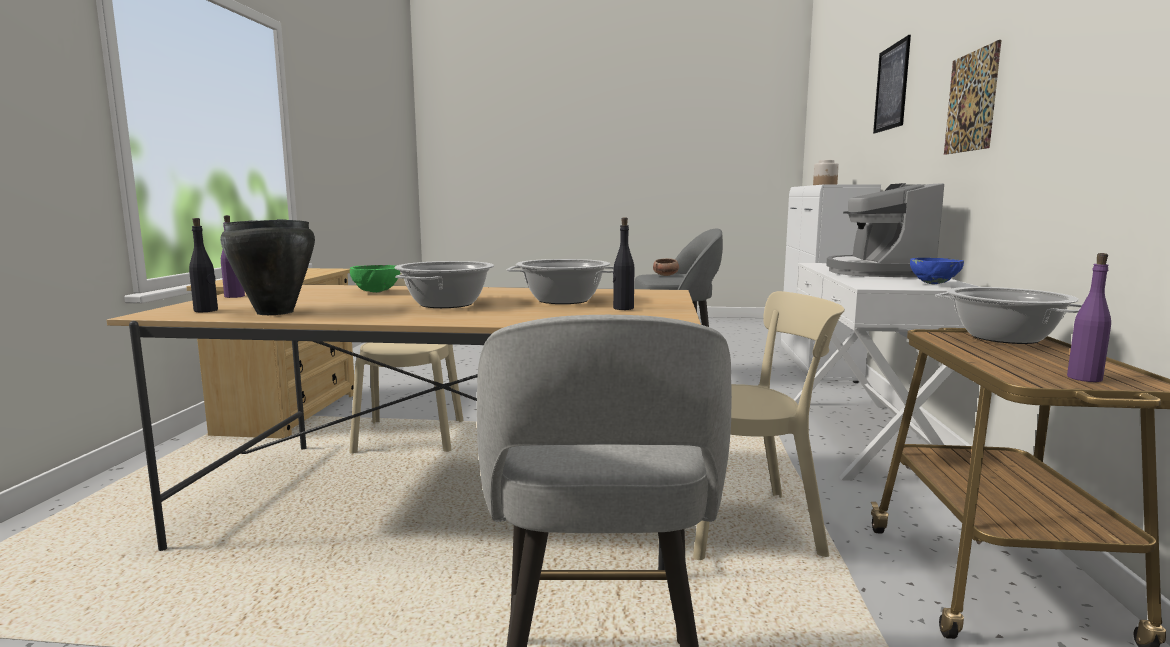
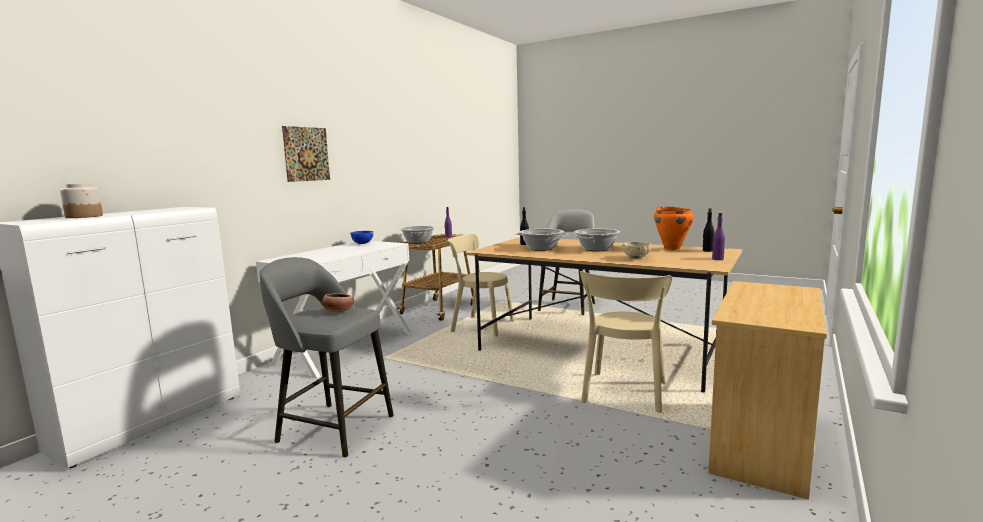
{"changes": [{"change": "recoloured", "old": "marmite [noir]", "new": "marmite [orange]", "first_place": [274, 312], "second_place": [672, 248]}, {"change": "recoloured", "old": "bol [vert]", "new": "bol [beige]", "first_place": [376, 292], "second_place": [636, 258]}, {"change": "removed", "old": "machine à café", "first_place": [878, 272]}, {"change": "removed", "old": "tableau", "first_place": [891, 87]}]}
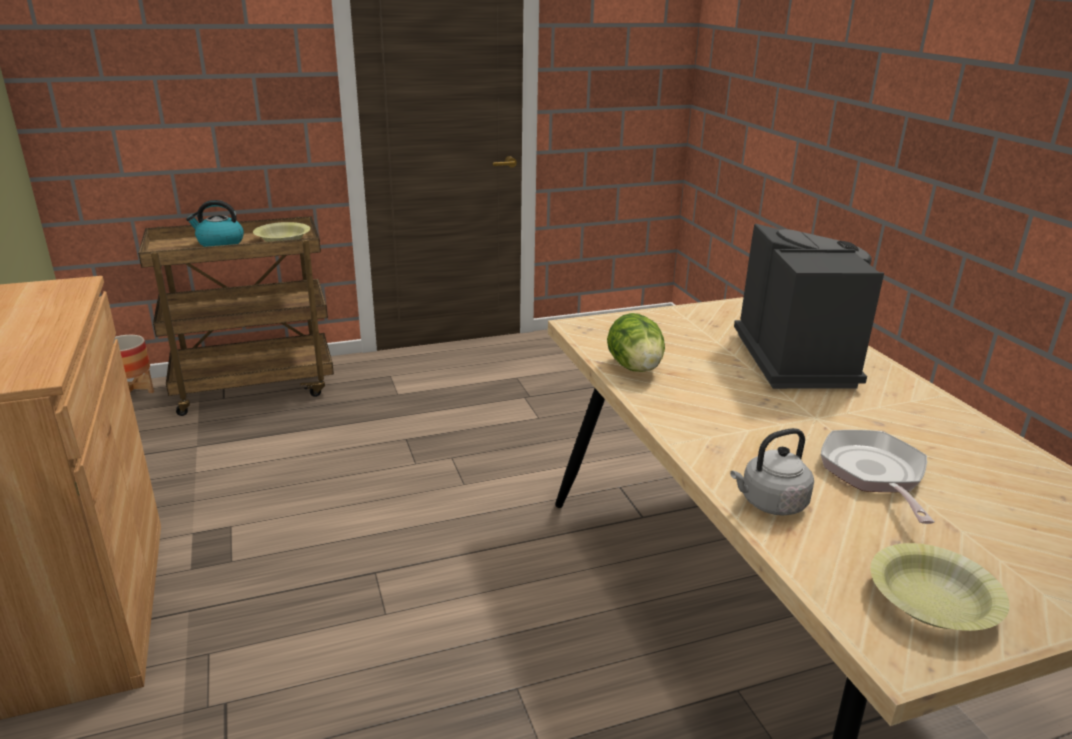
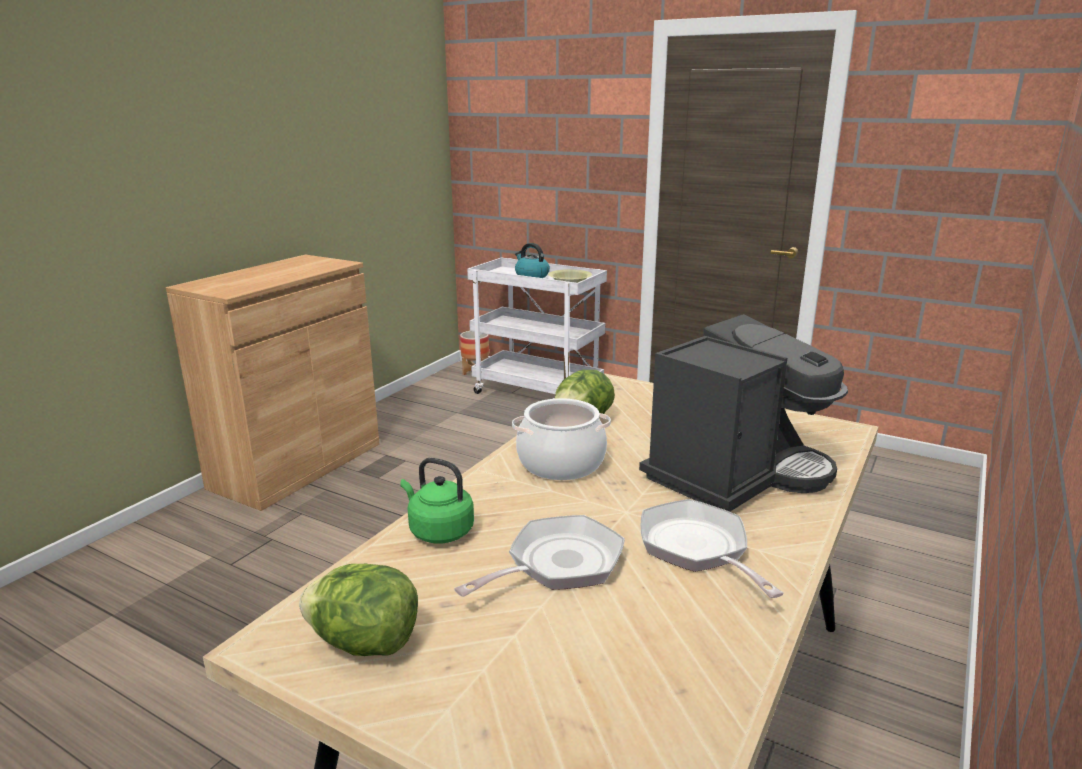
{"changes": [{"change": "recoloured", "old": "chariot [marron]", "new": "chariot [blanc]", "first_place": [256, 386], "second_place": [538, 393]}, {"change": "recoloured", "old": "bouilloire [gris]", "new": "bouilloire [vert]", "first_place": [770, 503], "second_place": [438, 531]}, {"change": "replaced", "old": "bol [jaune]", "new": "laitue", "first_place": [932, 602], "second_place": [365, 643]}, {"change": "added", "new": "marmite", "second_place": [561, 463]}, {"change": "added", "new": "poêle", "second_place": [697, 549]}]}
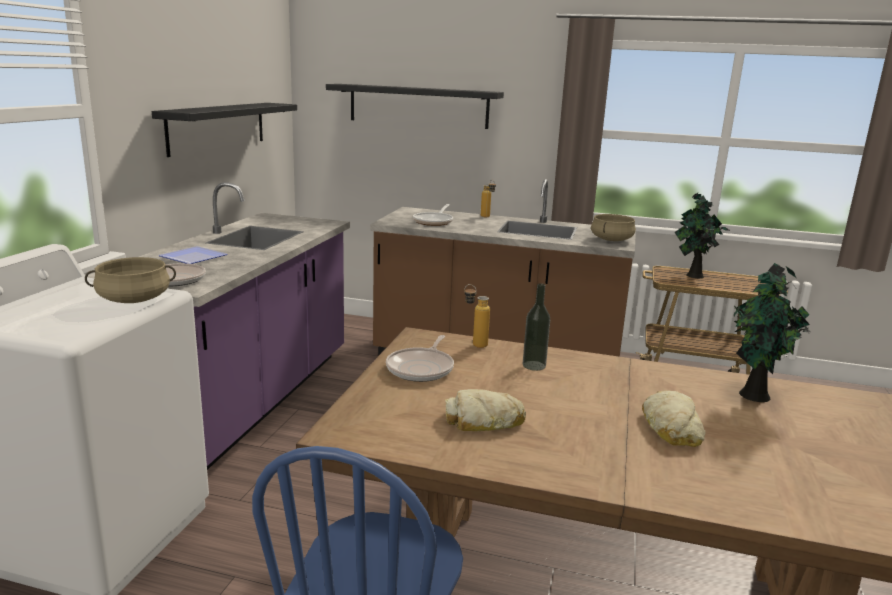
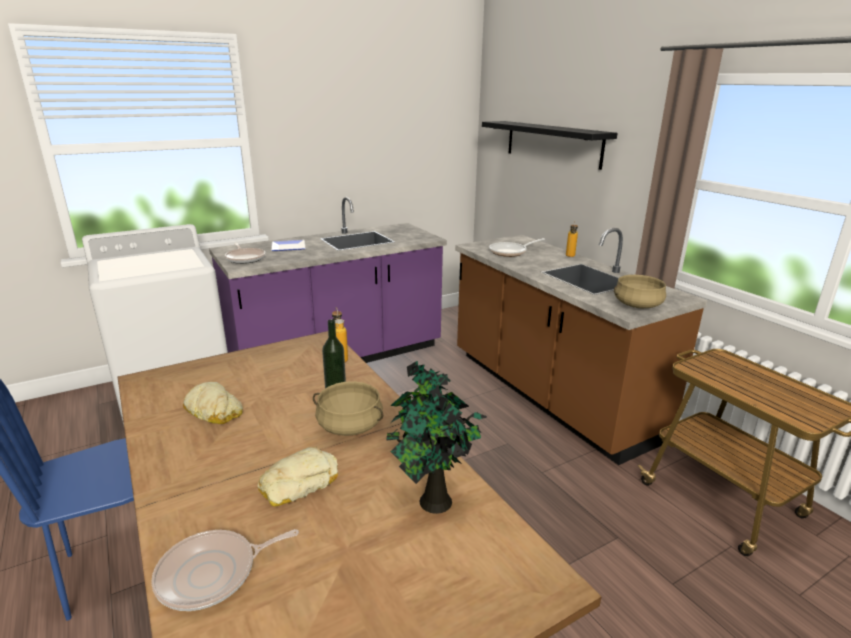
{"changes": [{"change": "moved", "old": "marmite [beige]", "first_place": [134, 300], "second_place": [349, 426]}, {"change": "removed", "old": "étagère [noir]", "first_place": [218, 127]}, {"change": "moved", "old": "poêle", "first_place": [421, 368], "second_place": [212, 574]}, {"change": "removed", "old": "plante en pot", "first_place": [693, 275]}]}
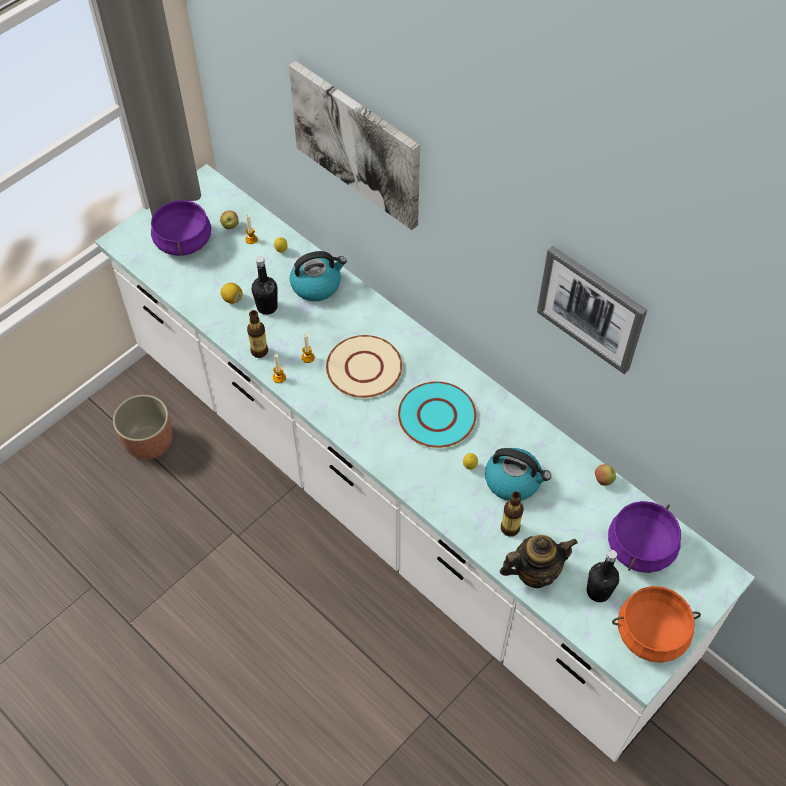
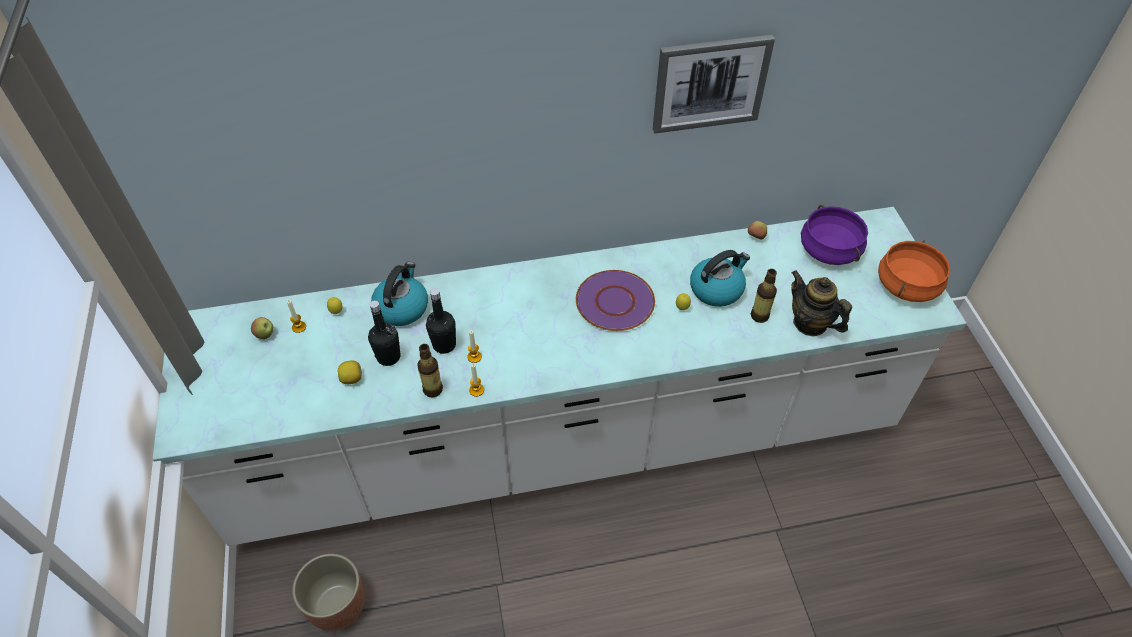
{"changes": [{"change": "removed", "old": "marmite [violet]", "first_place": [183, 241]}, {"change": "removed", "old": "tableau", "first_place": [357, 143]}, {"change": "removed", "old": "assiette [beige]", "first_place": [364, 367]}, {"change": "recoloured", "old": "assiette [turquoise]", "new": "assiette [violet]", "first_place": [436, 415], "second_place": [614, 302]}, {"change": "turned", "old": "théière", "first_place": [534, 572], "second_place": [810, 323], "degrees": -60}, {"change": "moved", "old": "bouteille [noir]", "first_place": [598, 591], "second_place": [444, 345]}]}
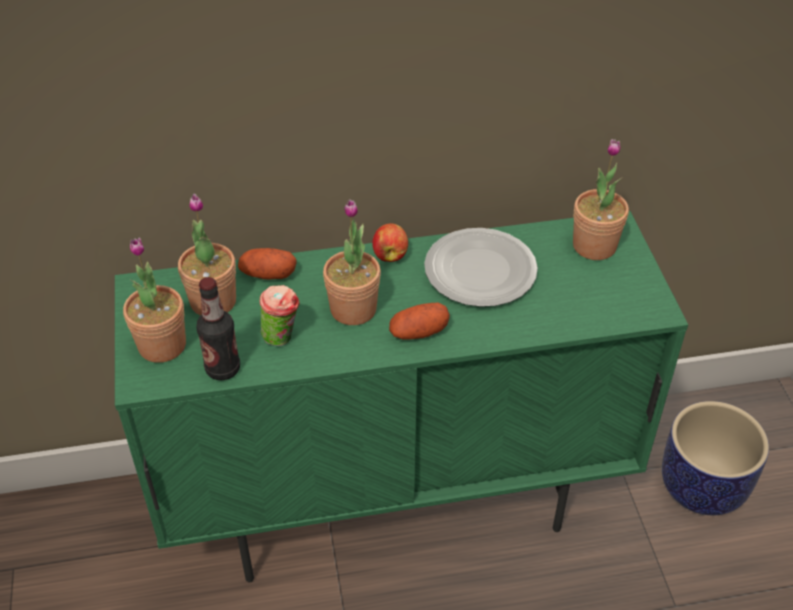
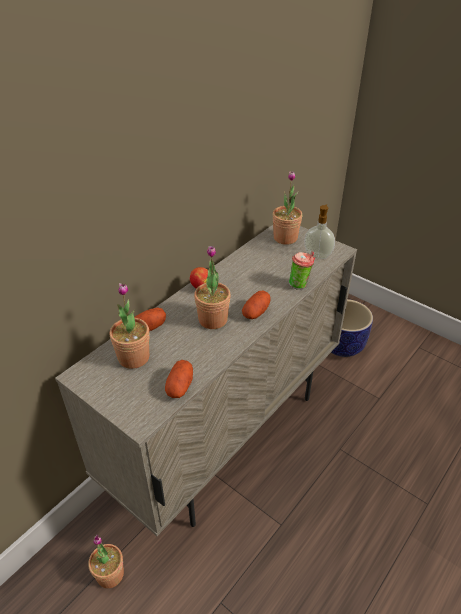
{"changes": [{"change": "recoloured", "old": "meuble de rangement [vert]", "new": "meuble de rangement [beige]", "first_place": [396, 502], "second_place": [227, 435]}, {"change": "moved", "old": "plante en pot", "first_place": [162, 345], "second_place": [110, 574]}, {"change": "replaced", "old": "bouteille", "new": "pomme de terre", "first_place": [223, 369], "second_place": [180, 386]}, {"change": "moved", "old": "tasse", "first_place": [282, 337], "second_place": [300, 284]}, {"change": "removed", "old": "assiette", "first_place": [478, 271]}, {"change": "added", "new": "distributeur de savon", "second_place": [318, 255]}]}
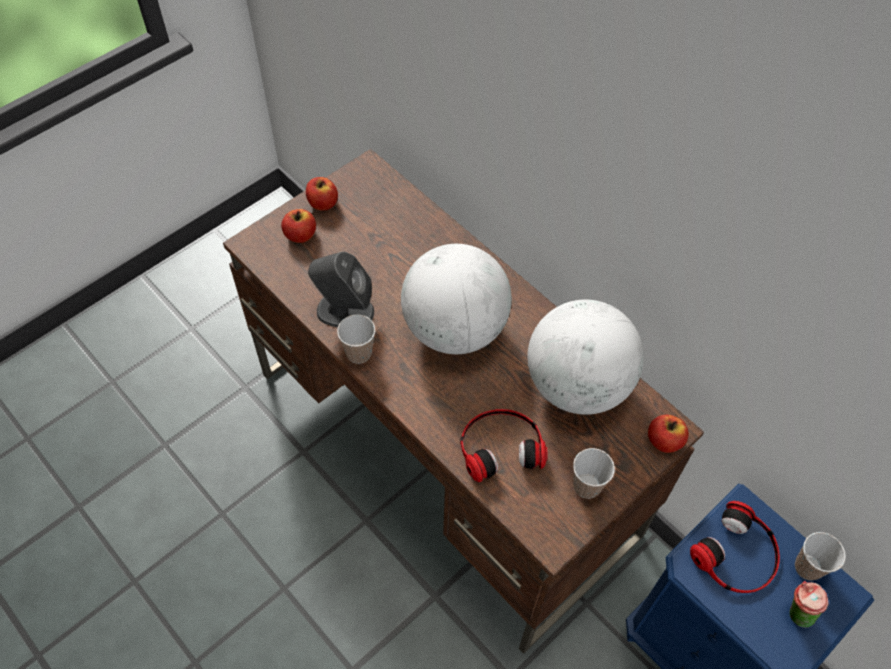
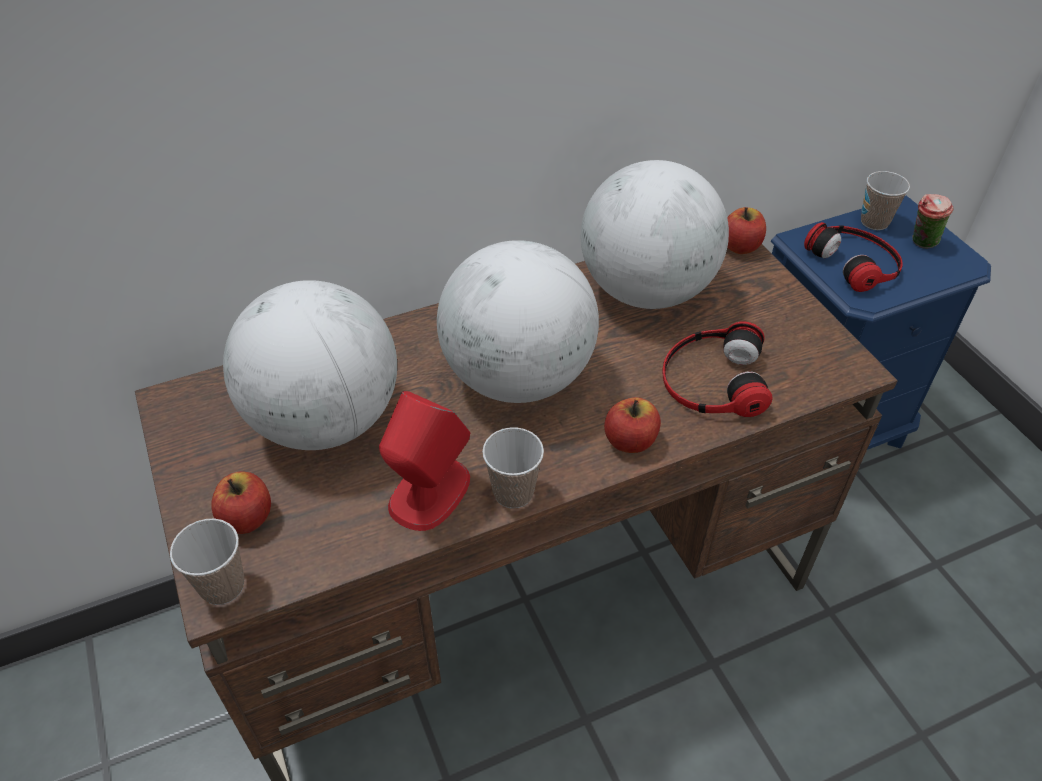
{"changes": [{"change": "moved", "old": "pomme", "first_place": [322, 203], "second_place": [630, 441]}, {"change": "recoloured", "old": "enceinte [gris]", "new": "enceinte [rouge]", "first_place": [344, 311], "second_place": [429, 493]}, {"change": "moved", "old": "tasse", "first_place": [587, 486], "second_place": [222, 586]}, {"change": "added", "new": "globe", "second_place": [325, 420]}]}
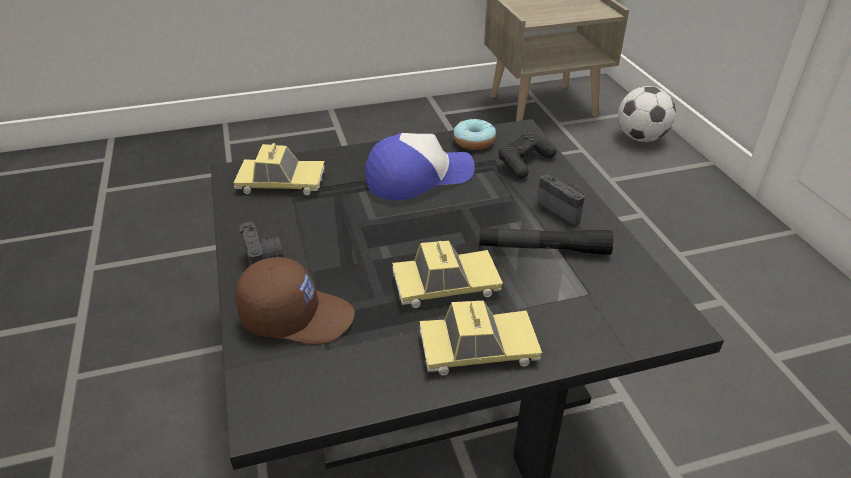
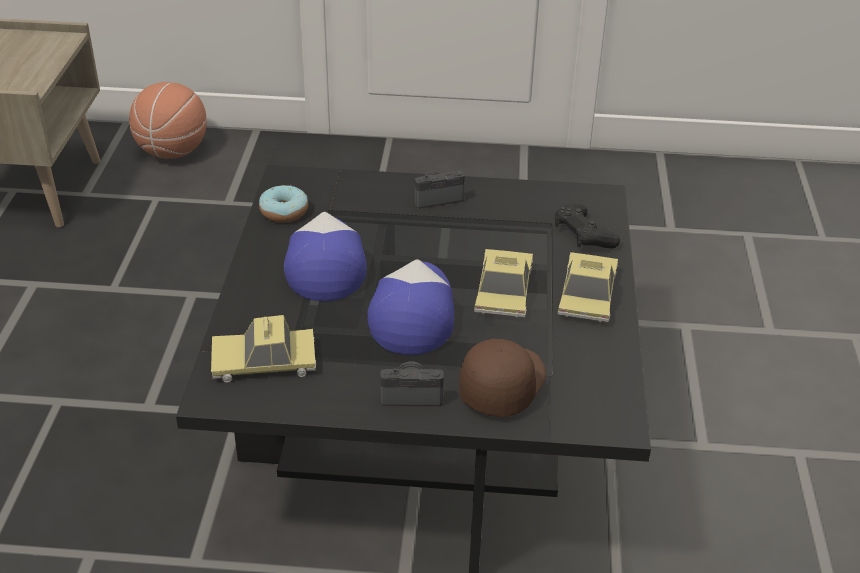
{"changes": [{"change": "turned", "old": "petite voiture", "first_place": [281, 182], "second_place": [264, 361], "degrees": -120}, {"change": "removed", "old": "lampe de poche [noir]", "first_place": [543, 249]}, {"change": "moved", "old": "manette [noir]", "first_place": [524, 162], "second_place": [583, 235]}, {"change": "replaced", "old": "ballon de foot", "new": "ballon de basket", "first_place": [641, 138], "second_place": [173, 152]}, {"change": "added", "new": "casquette", "second_place": [413, 313]}]}
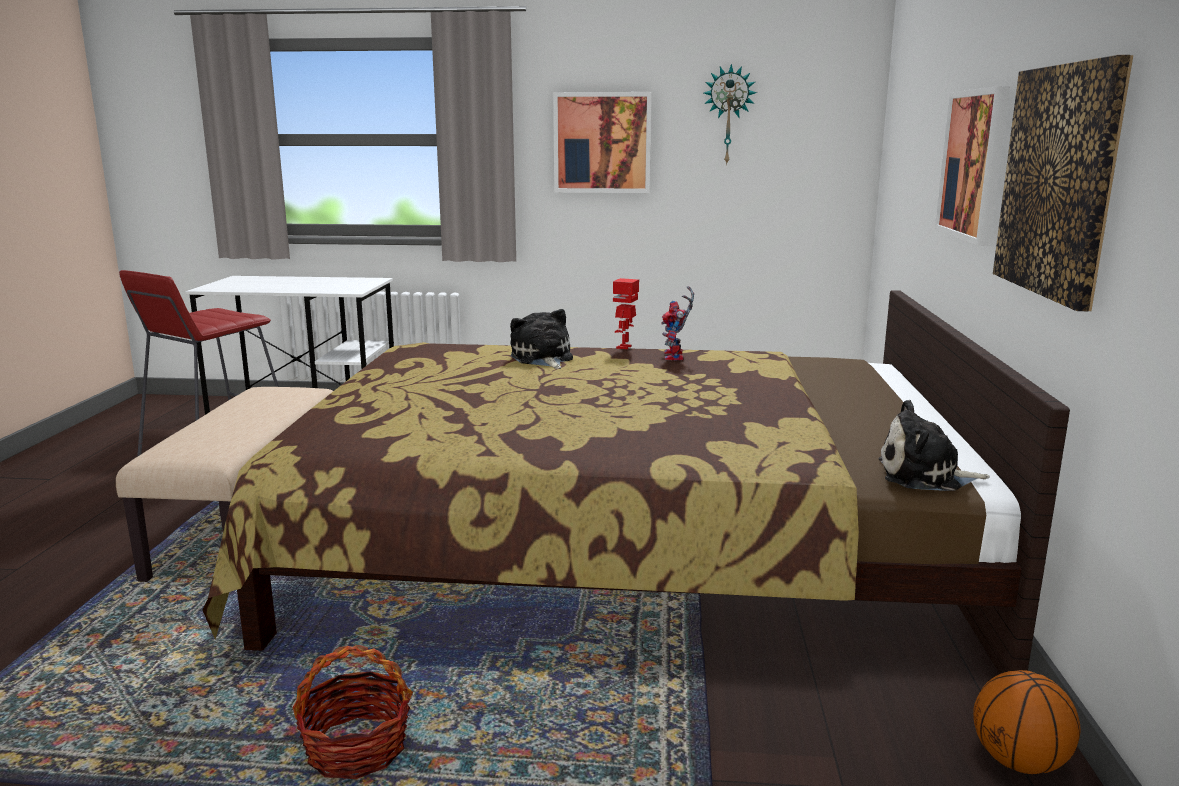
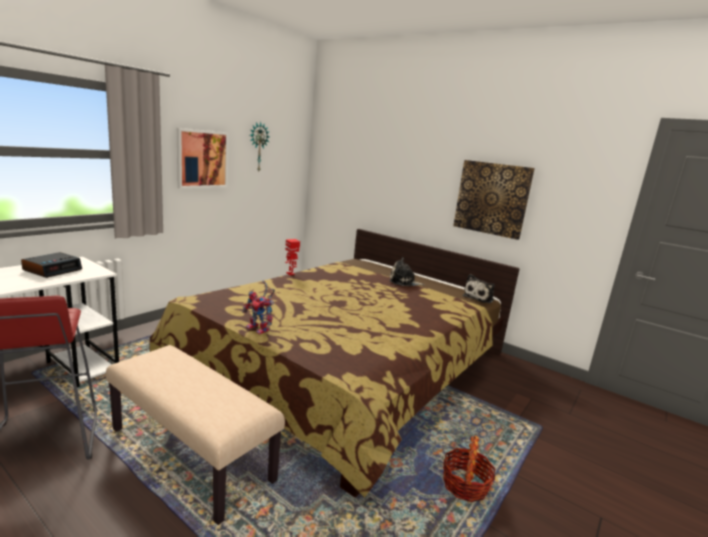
{"changes": [{"change": "moved", "old": "peluche", "first_place": [542, 358], "second_place": [404, 282]}, {"change": "moved", "old": "robot jouet", "first_place": [676, 357], "second_place": [260, 329]}, {"change": "removed", "old": "tableau", "first_place": [974, 165]}, {"change": "removed", "old": "ballon de basket", "first_place": [1019, 762]}, {"change": "added", "new": "réveil", "second_place": [53, 270]}]}
